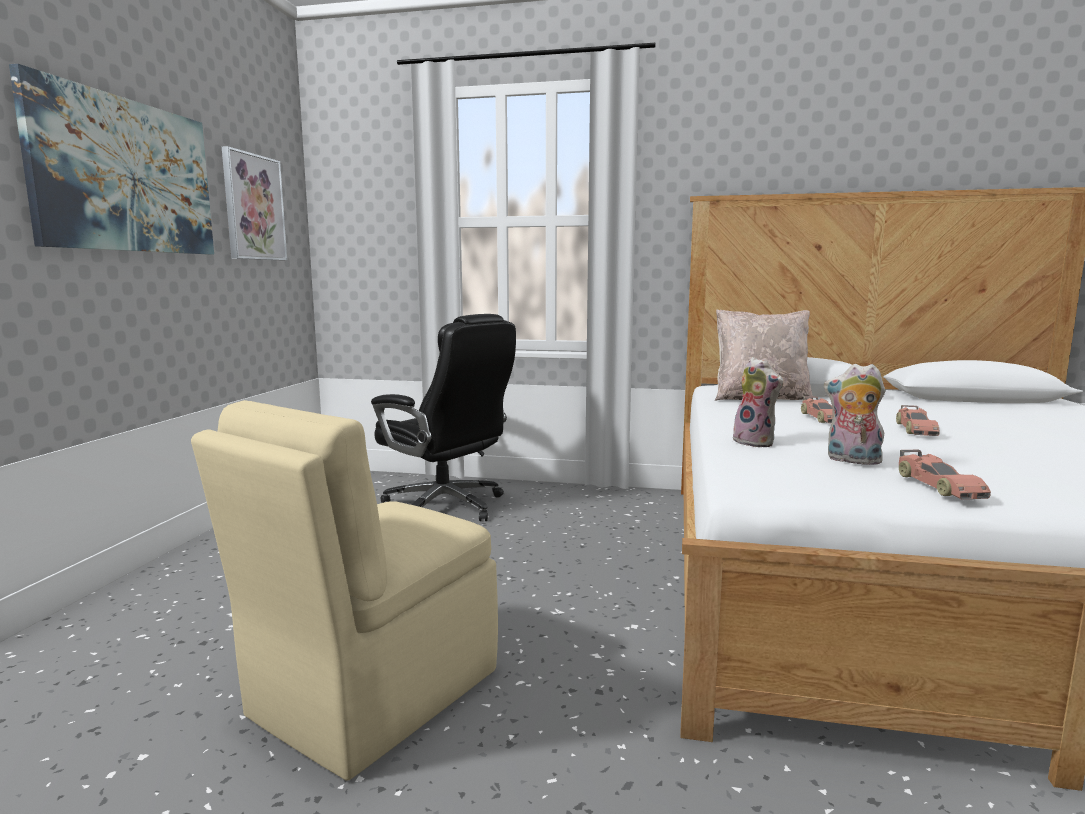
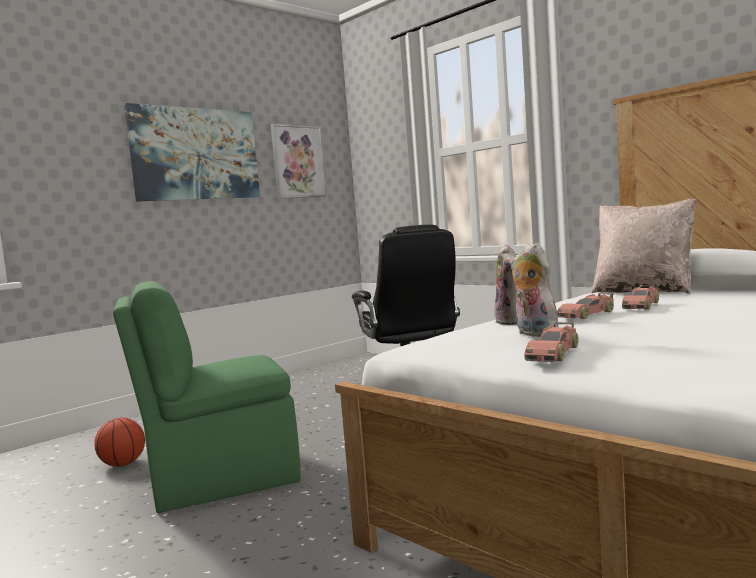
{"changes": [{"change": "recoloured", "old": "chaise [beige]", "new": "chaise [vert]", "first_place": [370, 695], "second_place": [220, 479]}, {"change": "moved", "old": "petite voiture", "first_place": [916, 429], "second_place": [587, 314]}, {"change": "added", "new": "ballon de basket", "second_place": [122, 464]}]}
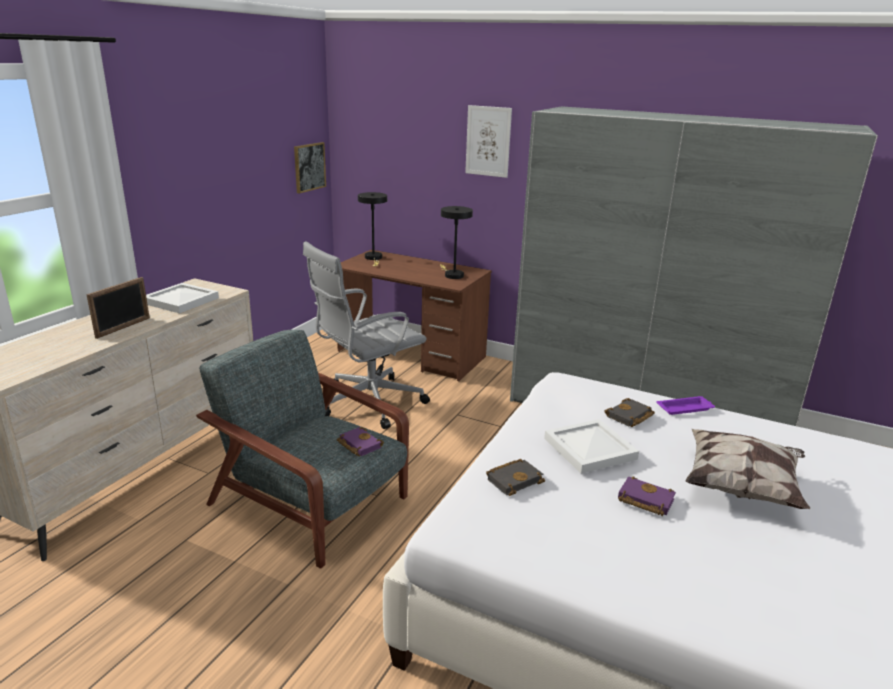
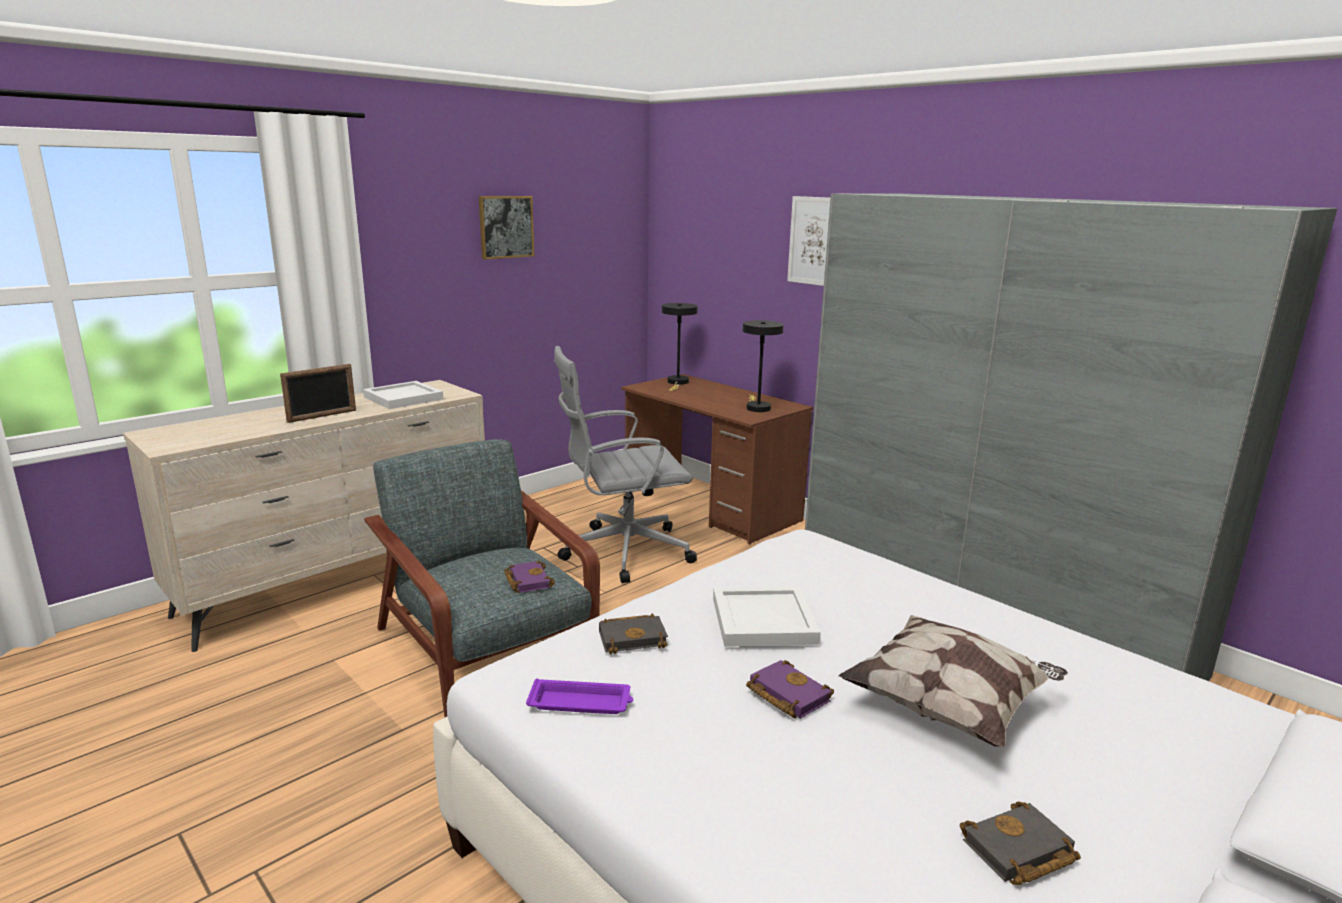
{"changes": [{"change": "moved", "old": "tableau", "first_place": [309, 167], "second_place": [506, 227]}, {"change": "moved", "old": "livre [noir]", "first_place": [629, 417], "second_place": [1018, 852]}, {"change": "moved", "old": "plateau [violet]", "first_place": [685, 408], "second_place": [581, 703]}]}
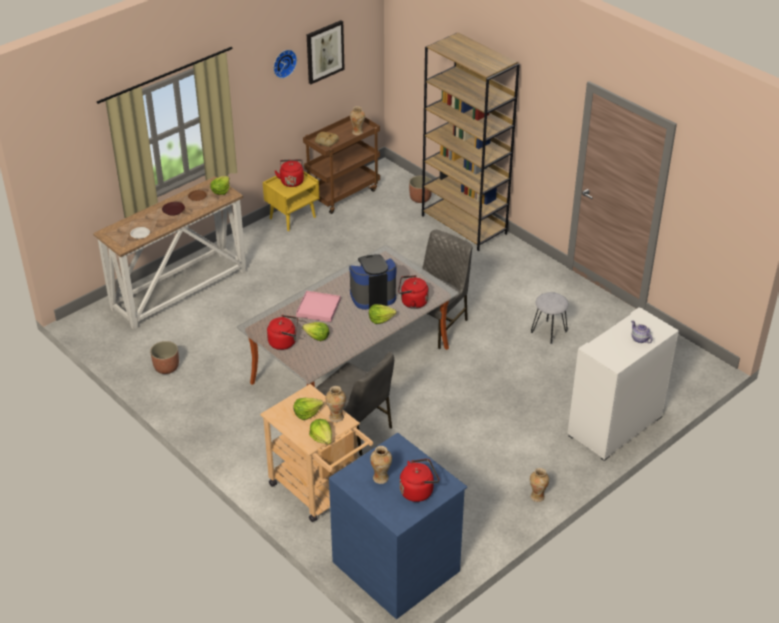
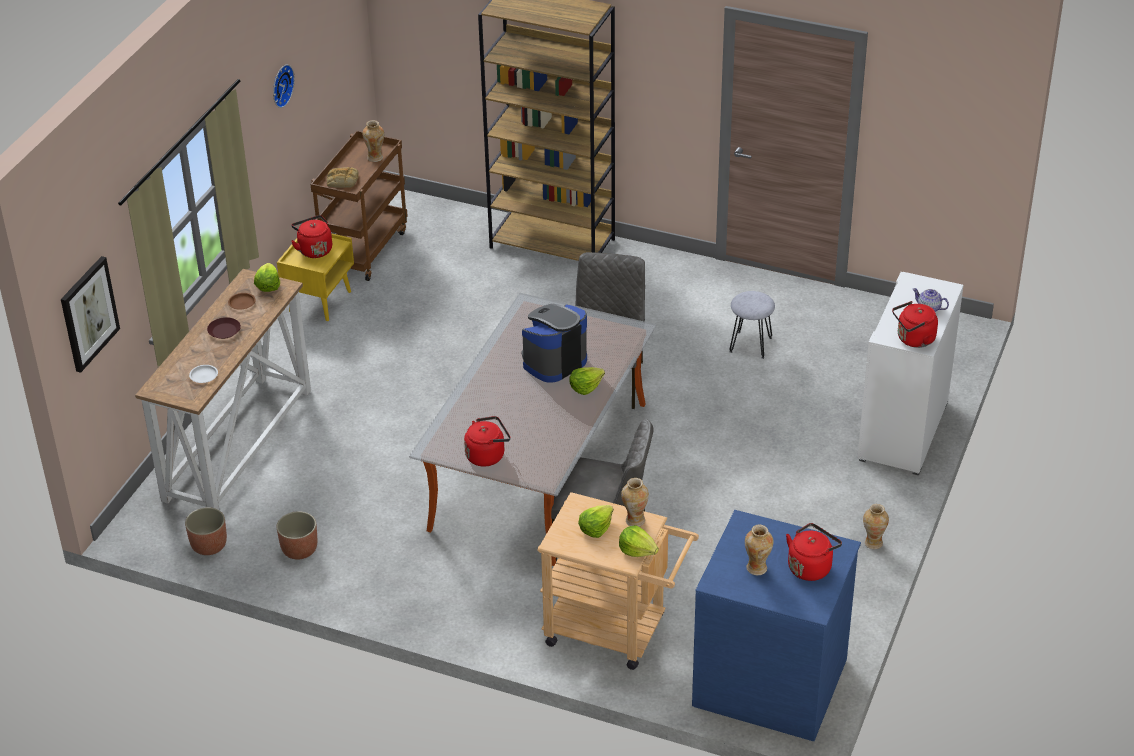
{"changes": [{"change": "removed", "old": "plateau [rose]", "first_place": [318, 308]}, {"change": "removed", "old": "laitue", "first_place": [317, 337]}, {"change": "moved", "old": "tableau", "first_place": [324, 51], "second_place": [88, 313]}, {"change": "moved", "old": "bouilloire [rouge]", "first_place": [412, 302], "second_place": [913, 340]}, {"change": "moved", "old": "cache-pot", "first_place": [420, 198], "second_place": [209, 545]}]}
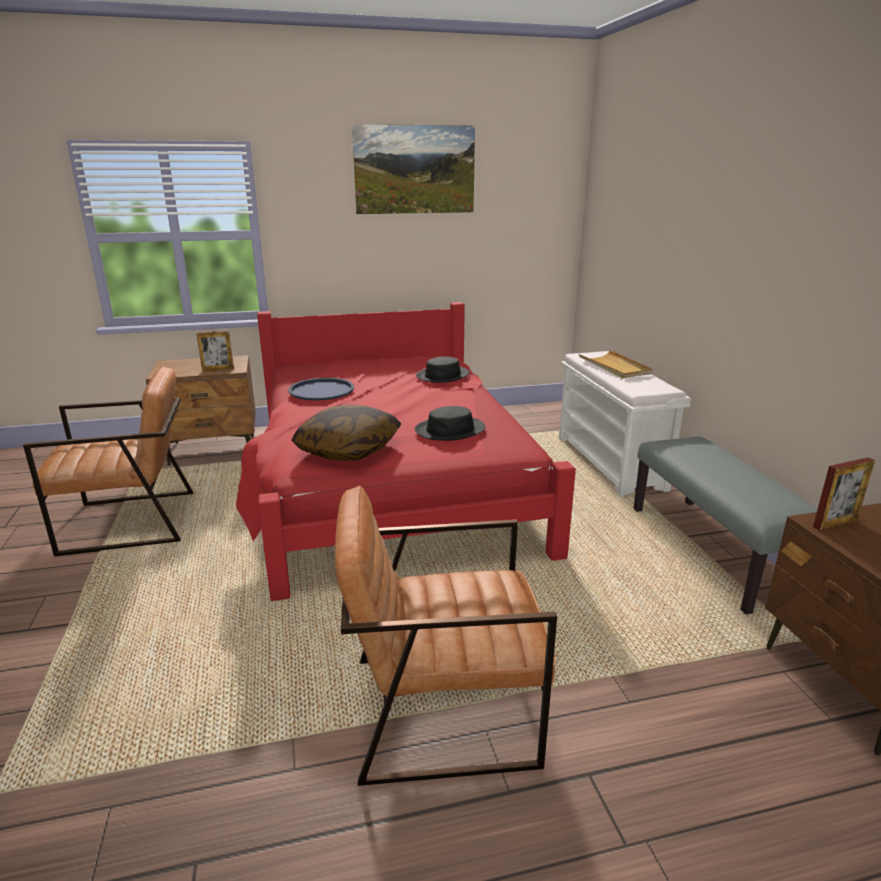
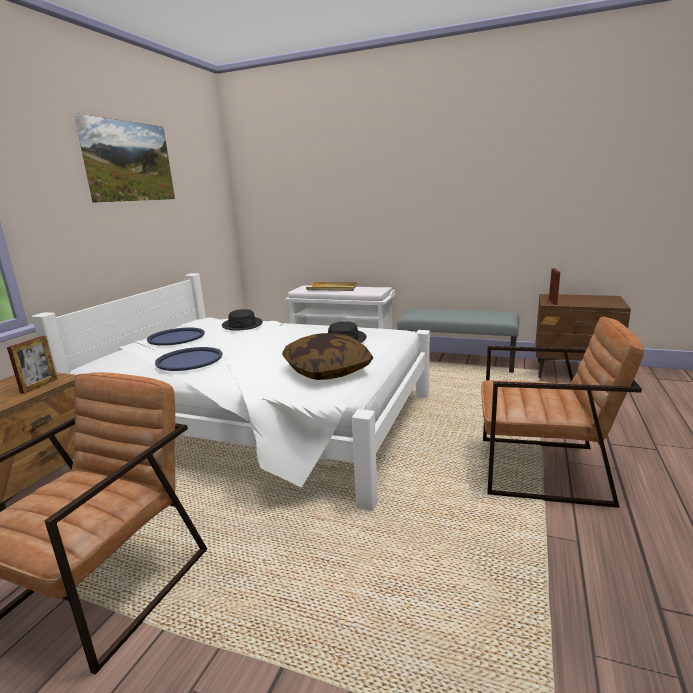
{"changes": [{"change": "recoloured", "old": "lit [rouge]", "new": "lit [blanc]", "first_place": [389, 485], "second_place": [265, 421]}, {"change": "turned", "old": "fauteuil [marron]", "first_place": [442, 708], "second_place": [542, 470], "degrees": -105}, {"change": "added", "new": "plateau [bleu]", "second_place": [176, 337]}]}
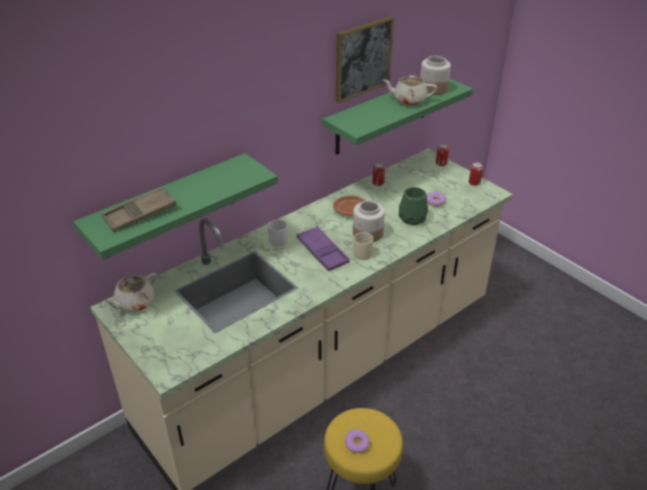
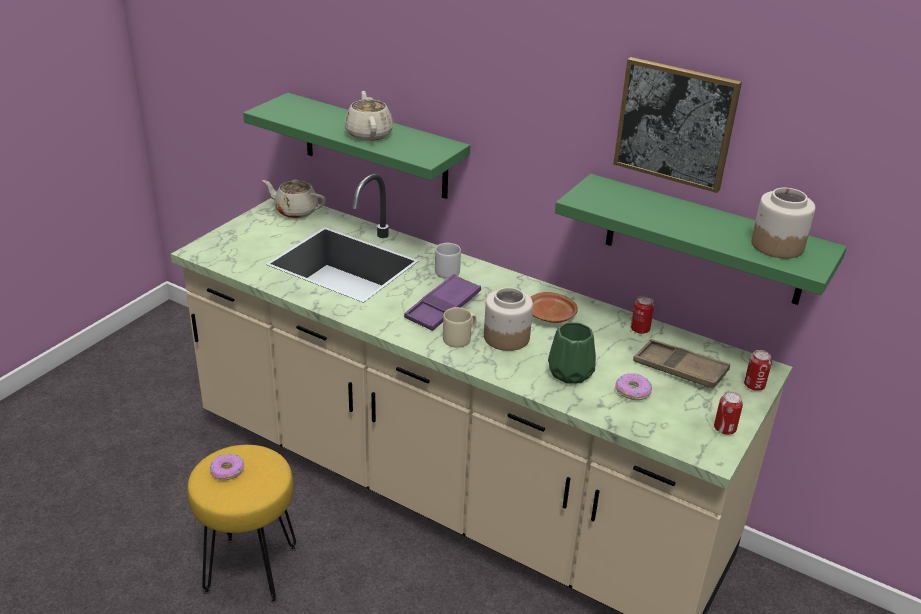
{"changes": [{"change": "moved", "old": "plateau [marron]", "first_place": [140, 214], "second_place": [679, 369]}, {"change": "moved", "old": "théière [beige]", "first_place": [409, 100], "second_place": [369, 133]}]}
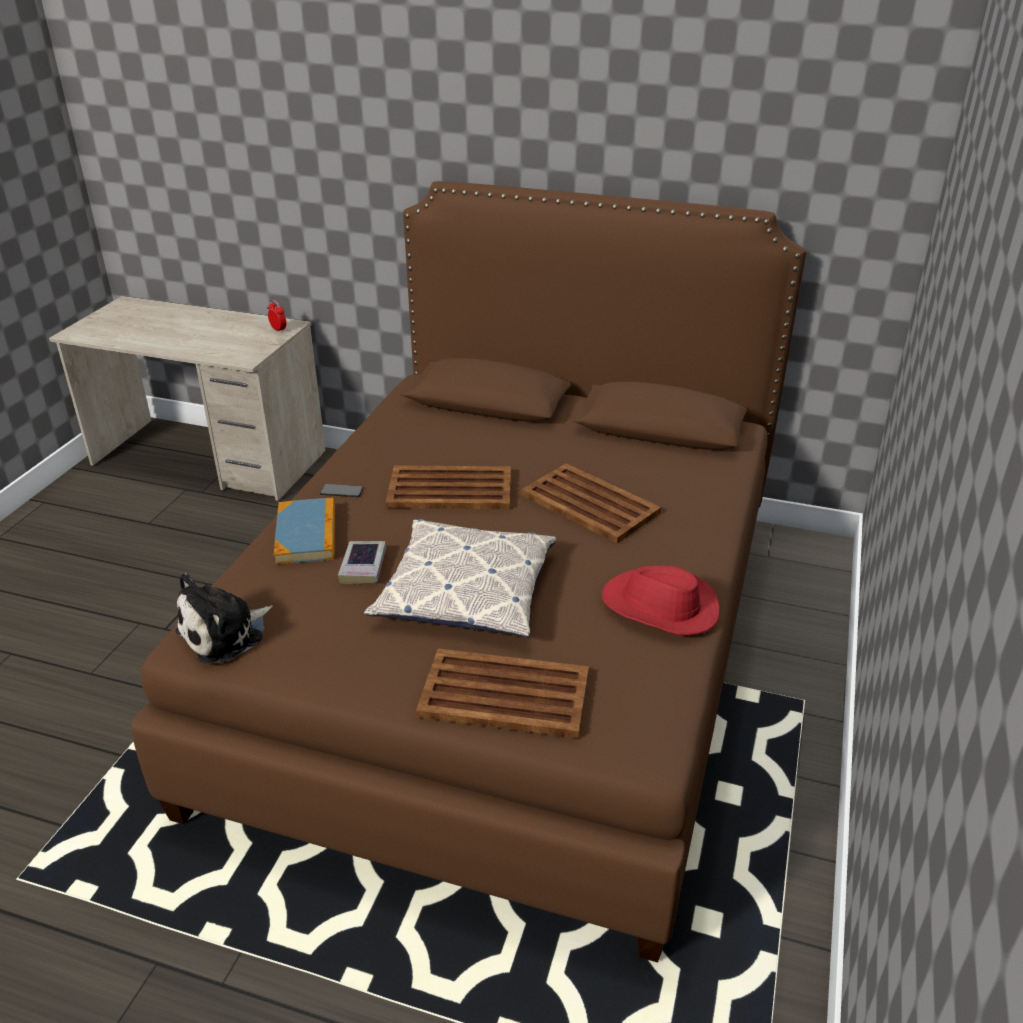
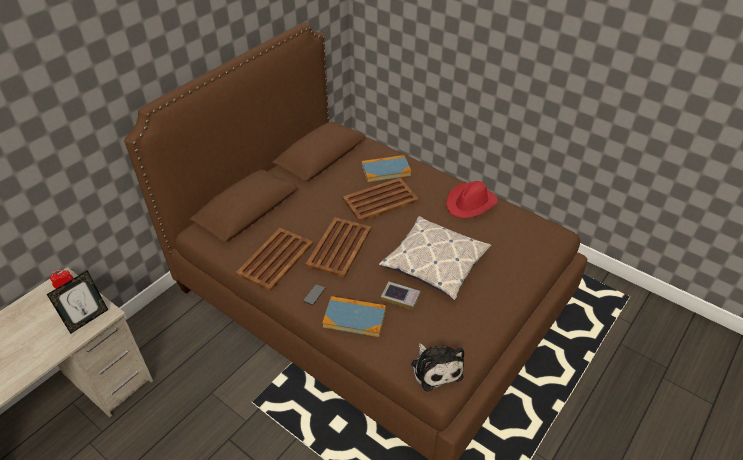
{"changes": [{"change": "moved", "old": "plateau [marron]", "first_place": [506, 695], "second_place": [276, 259]}, {"change": "added", "new": "cadre photo", "second_place": [88, 319]}, {"change": "added", "new": "livre", "second_place": [386, 170]}]}
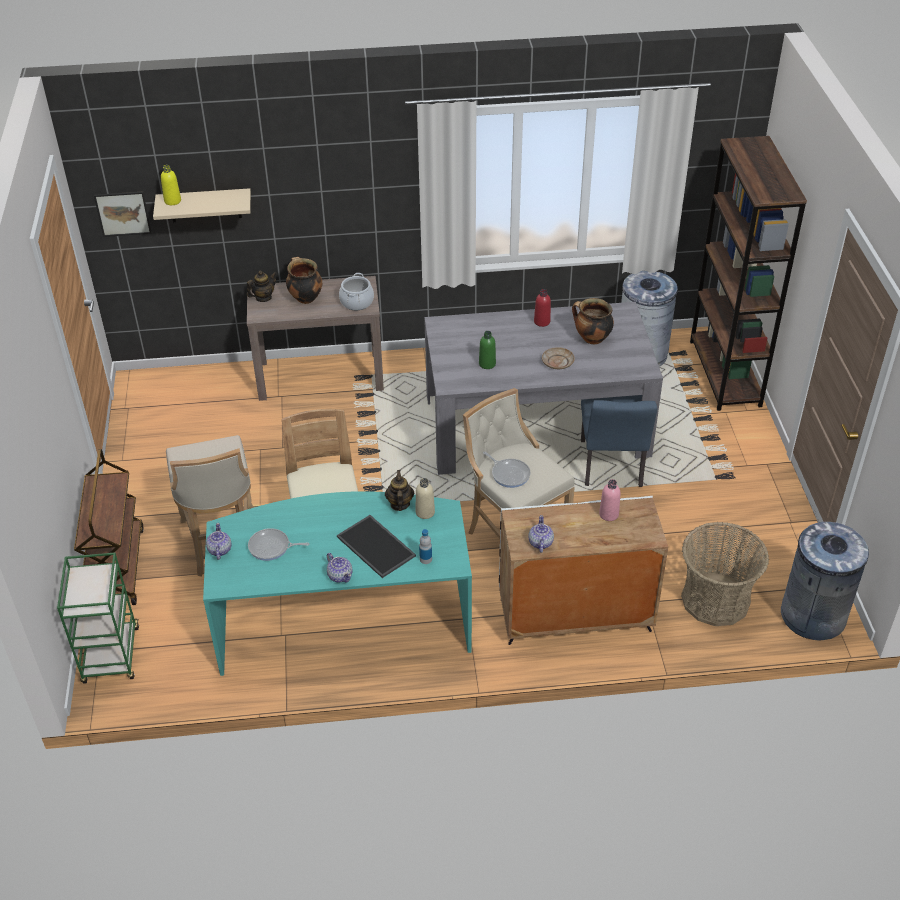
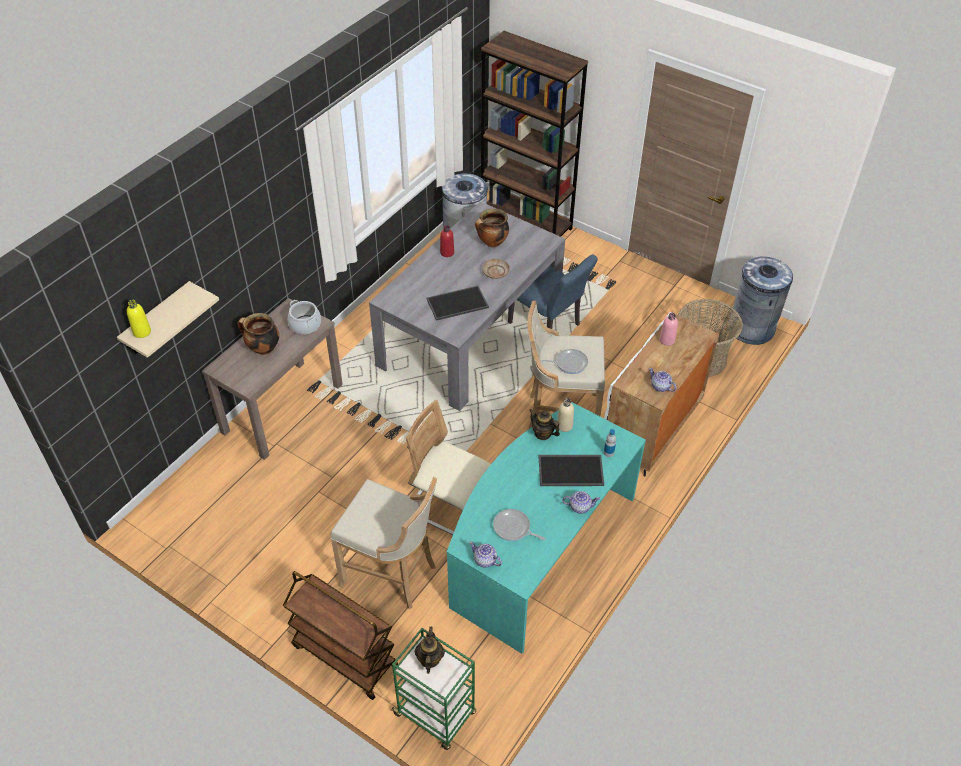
{"changes": [{"change": "removed", "old": "tableau", "first_place": [123, 213]}, {"change": "moved", "old": "théière", "first_place": [263, 297], "second_place": [429, 659]}, {"change": "turned", "old": "poêle", "first_place": [271, 547], "second_place": [513, 528], "degrees": 75}, {"change": "replaced", "old": "bouteille [vert]", "new": "plateau", "first_place": [487, 364], "second_place": [457, 304]}]}
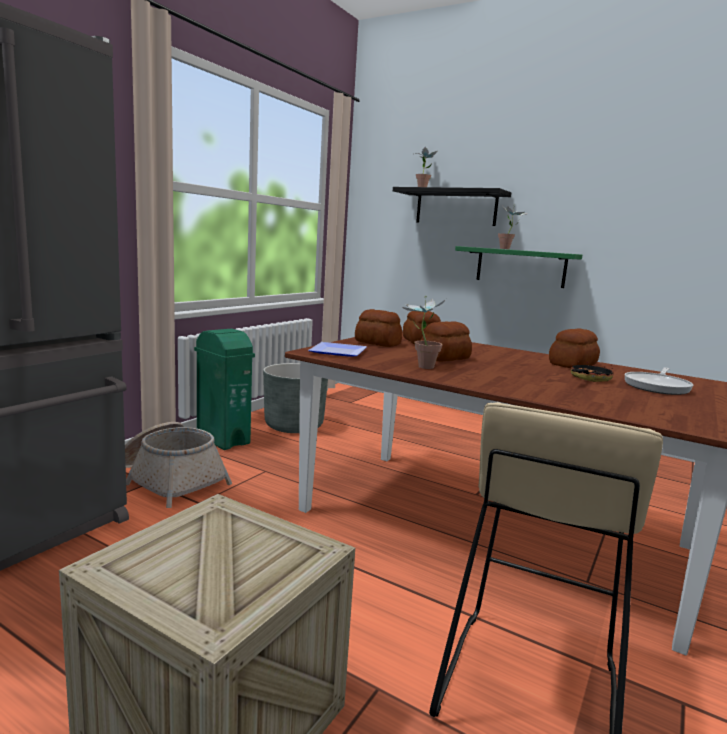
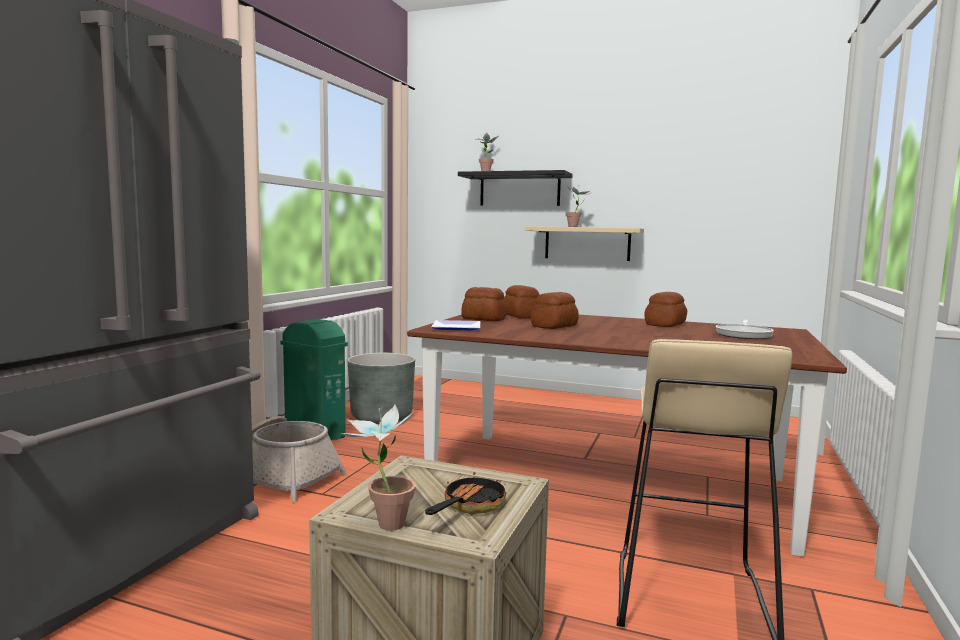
{"changes": [{"change": "moved", "old": "plante en pot", "first_place": [420, 366], "second_place": [382, 523]}, {"change": "recoloured", "old": "étagère [vert]", "new": "étagère [beige]", "first_place": [520, 267], "second_place": [587, 243]}, {"change": "moved", "old": "poêle", "first_place": [588, 379], "second_place": [469, 506]}]}
